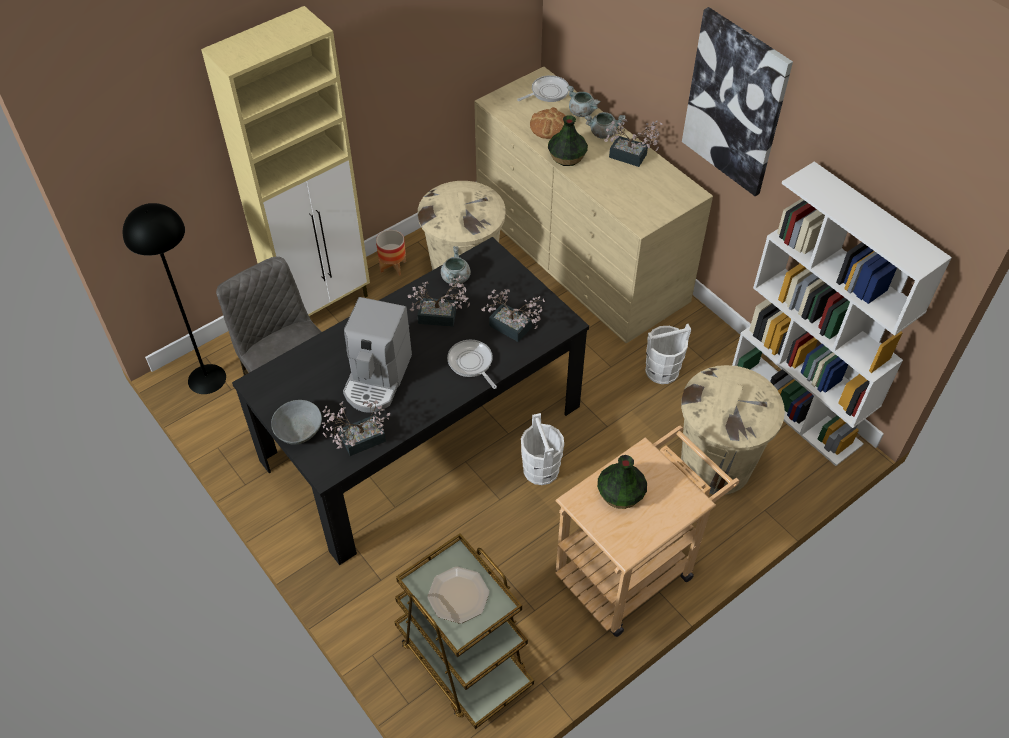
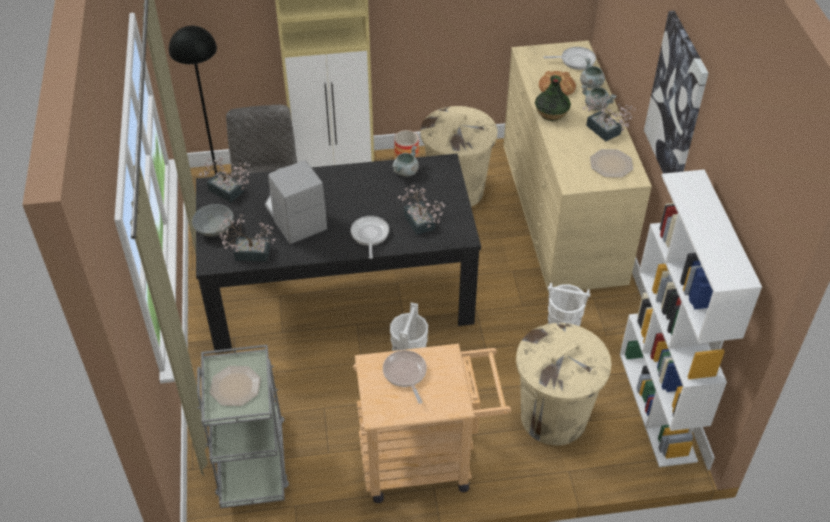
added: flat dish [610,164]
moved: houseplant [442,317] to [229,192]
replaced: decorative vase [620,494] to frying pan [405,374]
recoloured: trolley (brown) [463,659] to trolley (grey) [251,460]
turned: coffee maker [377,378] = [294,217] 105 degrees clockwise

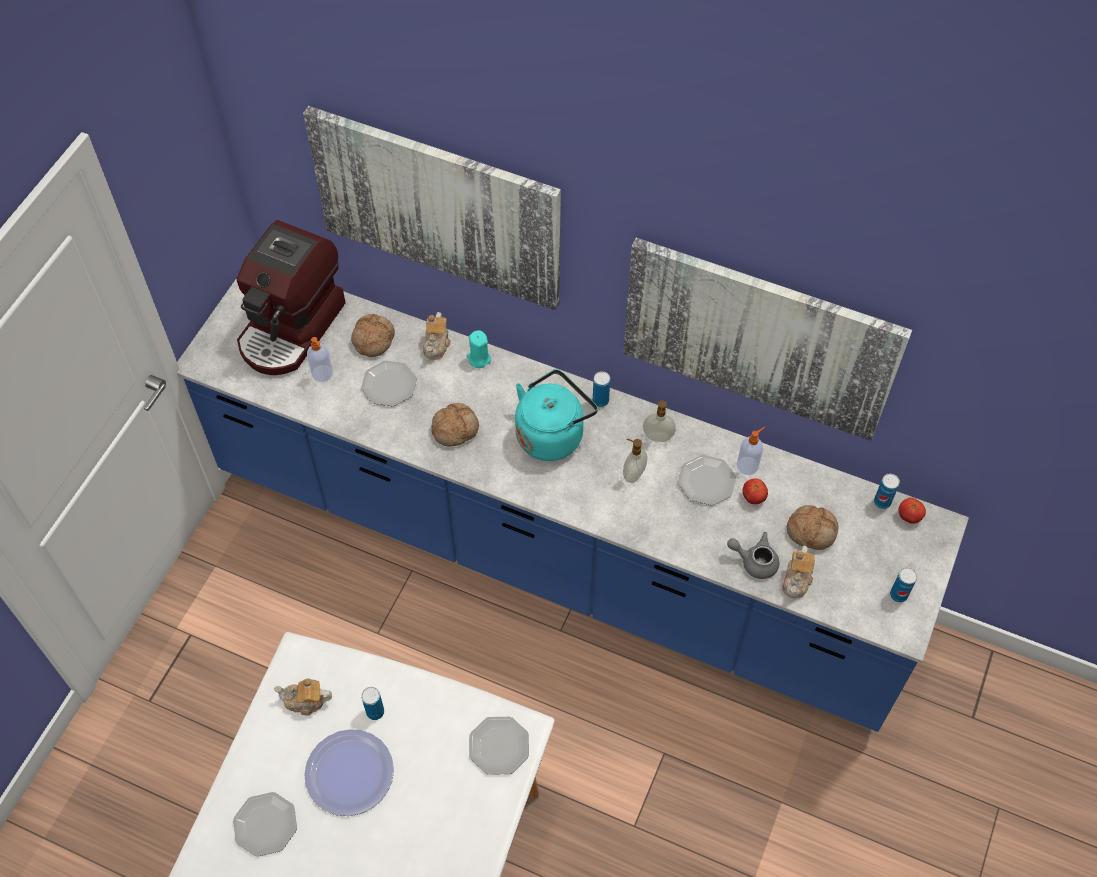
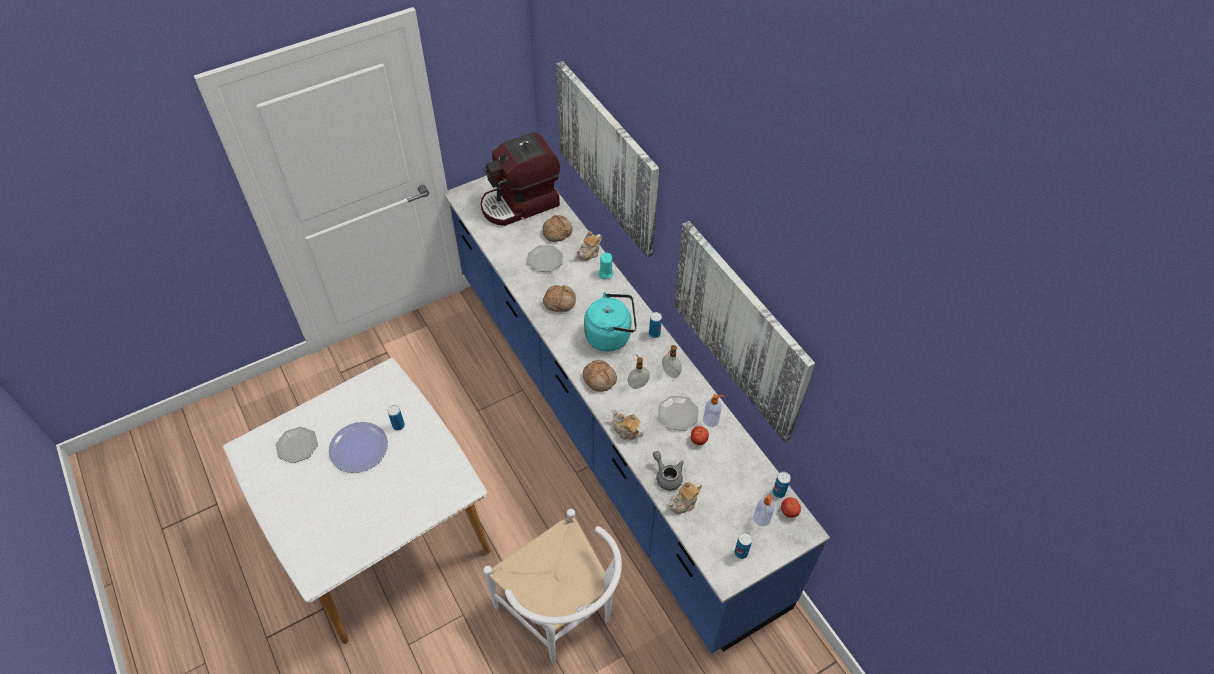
removed: flat dish [498,746]
added: upright chair (white) [562,615]
moved: pot for tea [305,701] to [626,431]; soap bottle [322,374] to [762,519]; bread [812,531] to [600,379]

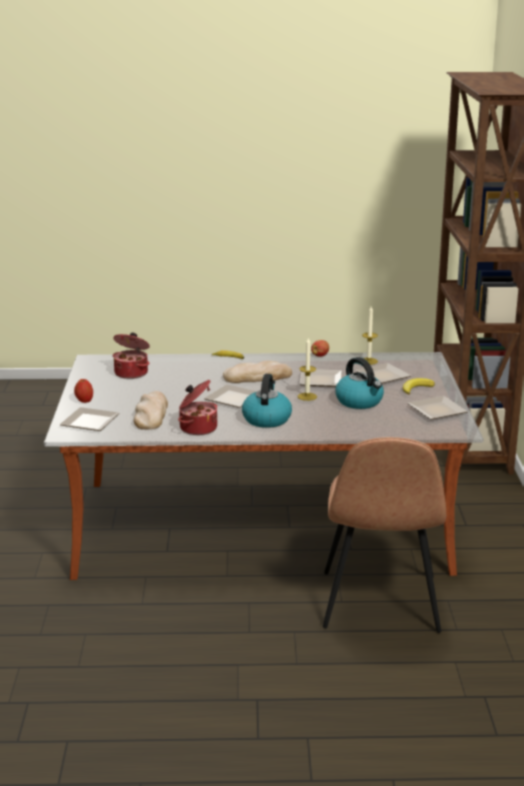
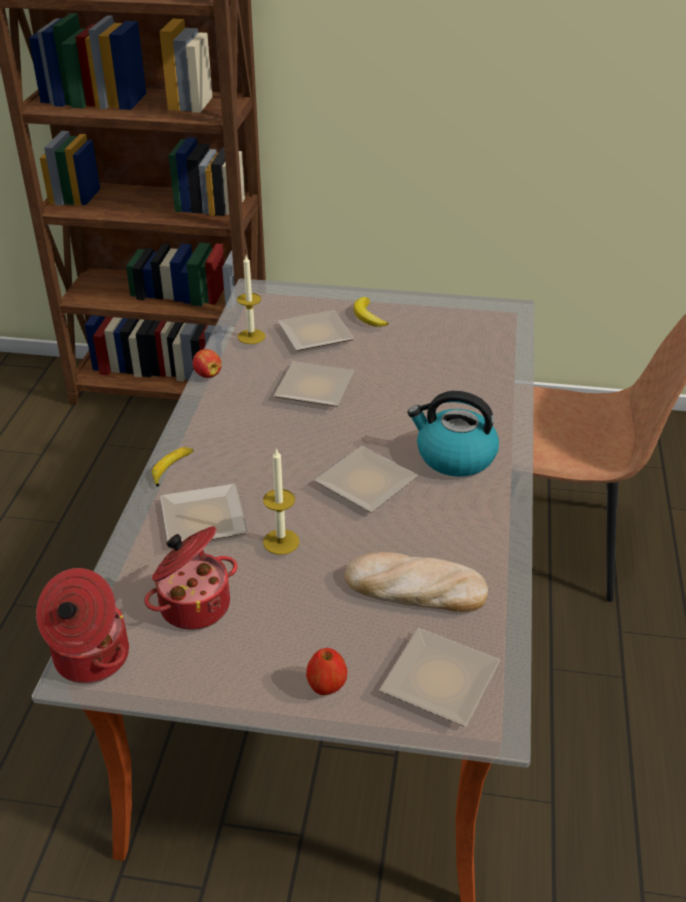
removed: bread [257,377]; kettle [360,401]
moved: stockpot [197,428] to [90,658]; candle [307,396] to [281,542]; flat dish [434,410] to [201,521]

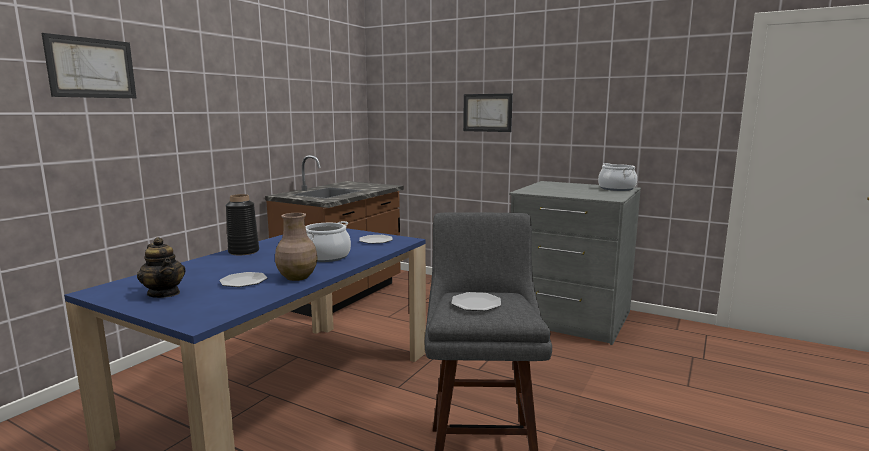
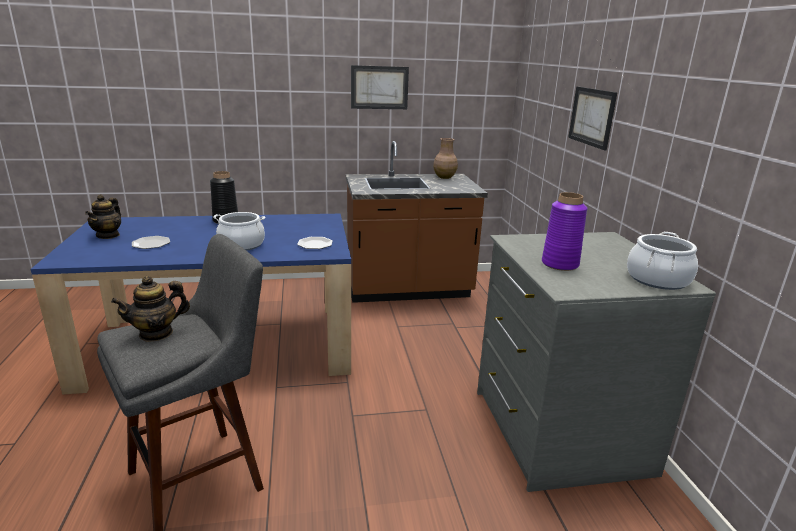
added: decorative vase (purple) [560,264]
moved: picture [91,68] to [379,87]; decorative vase (brown) [296,277] to [444,177]
replaced: flat dish [476,303] to pot for tea [156,333]

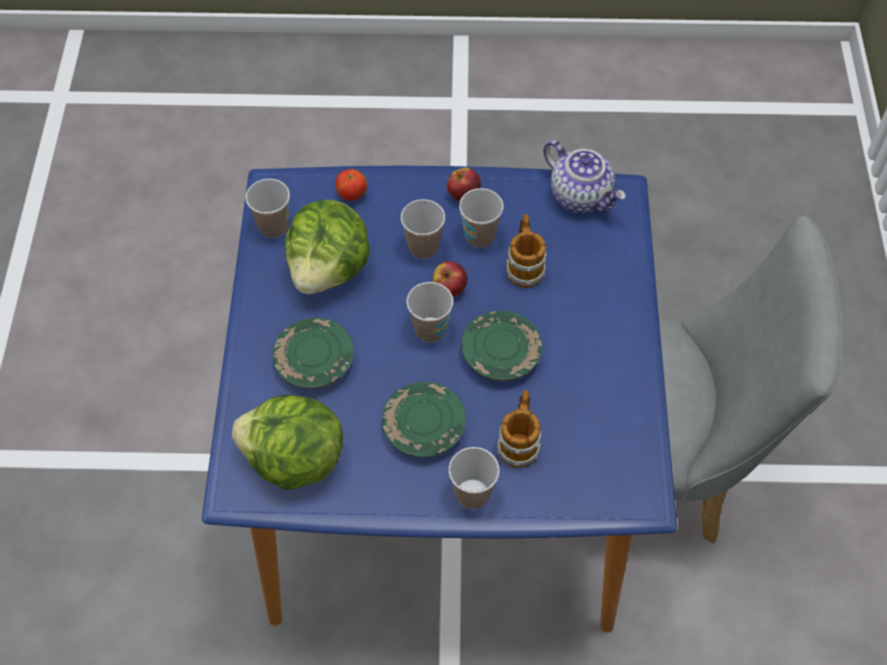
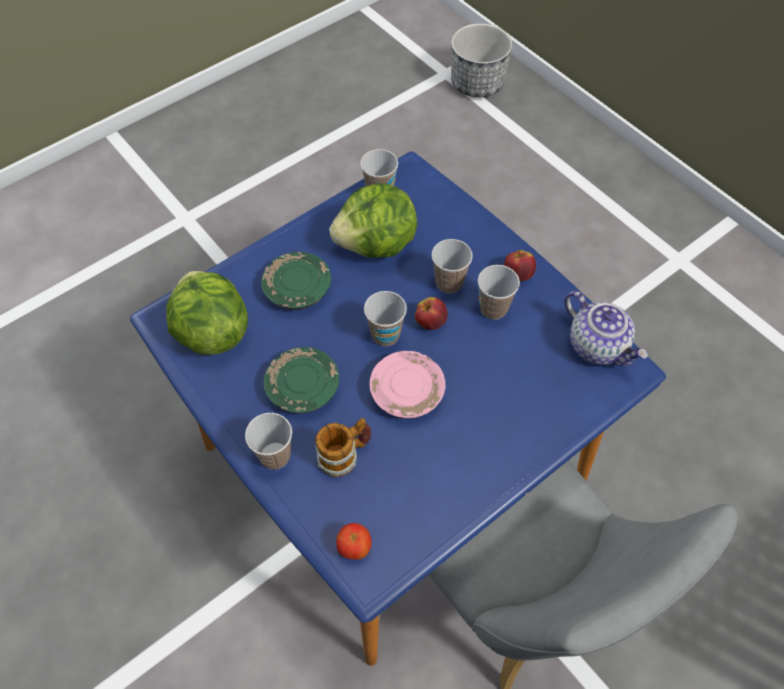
removed: coffee mug [524,265]
added: plant pot [477,84]
moved: apple [352,195] to [354,547]
recoloured: flat dish (greenish) [501,354] to flat dish (pink) [407,391]
turned: pot for tea [581,196] = [598,346] 45 degrees counterclockwise

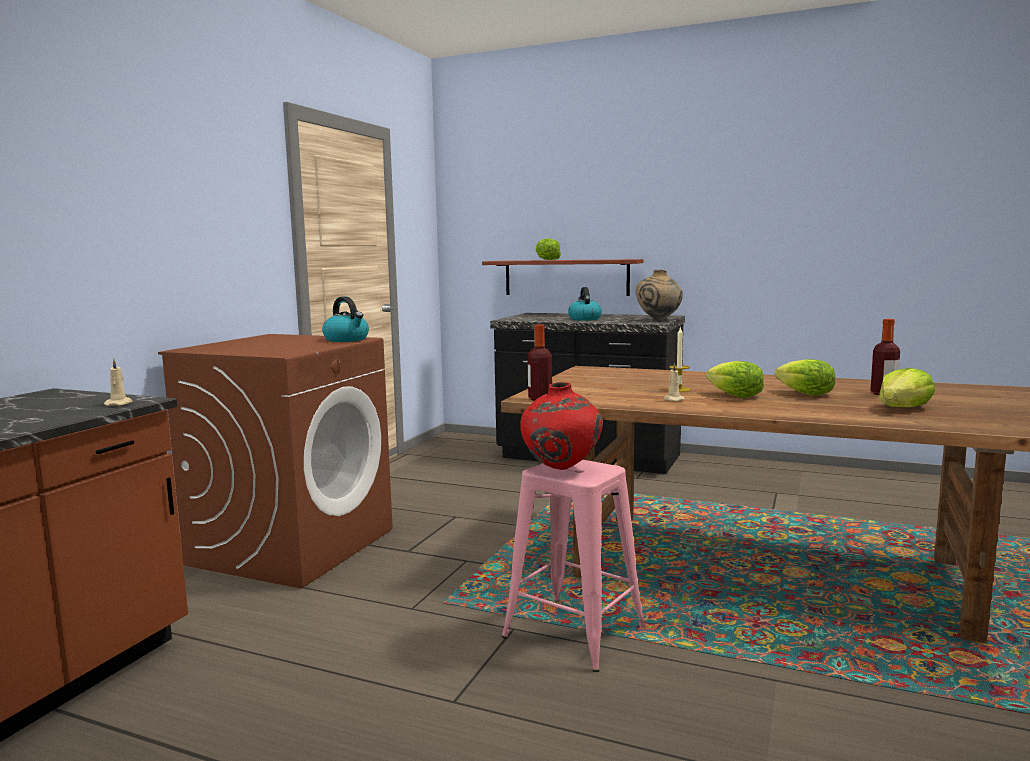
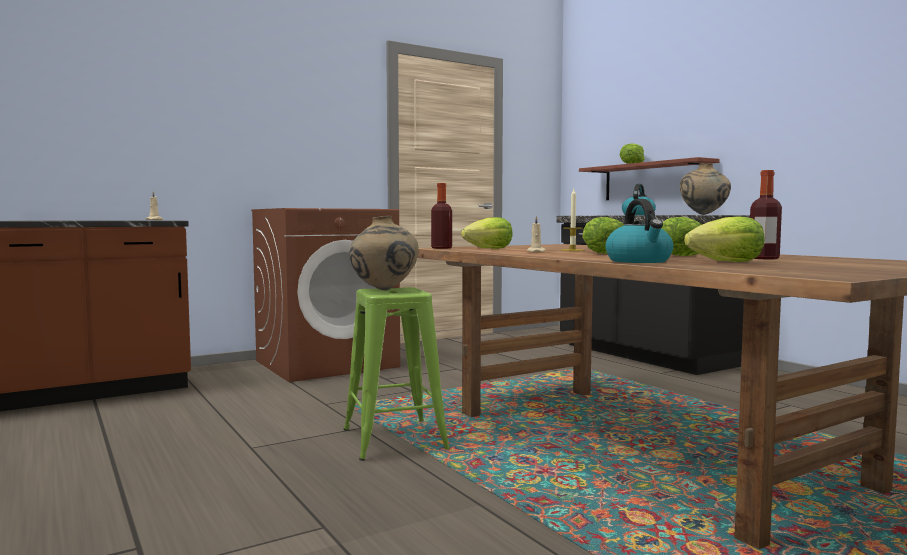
added: head of lettuce [489,249]
moved: kettle [347,340] to [639,261]
recoloured: stool (pink) [575,633] to stool (greenish) [394,440]; decorative vase (red) [562,469] to decorative vase (beige) [384,290]

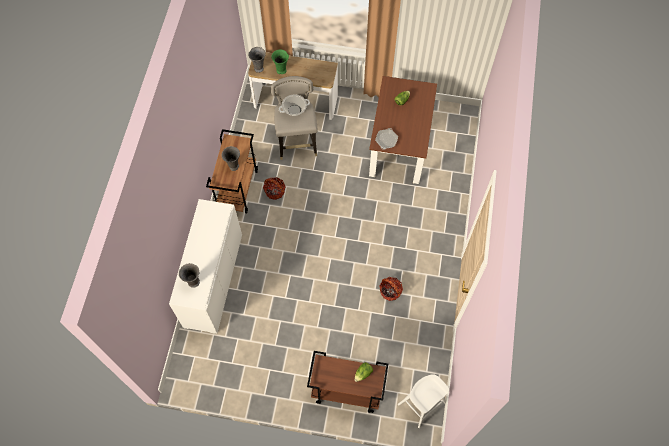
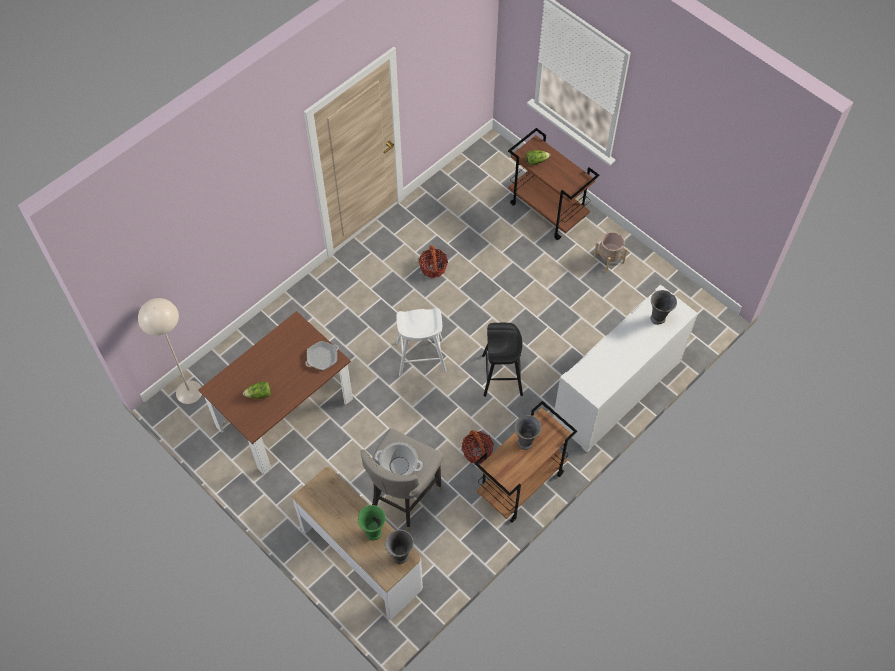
added: standing lamp (beige) [188,392]; stool (black) [502,375]; plant pot (beige) [608,260]
moved: stool (white) [421,403] to [421,357]

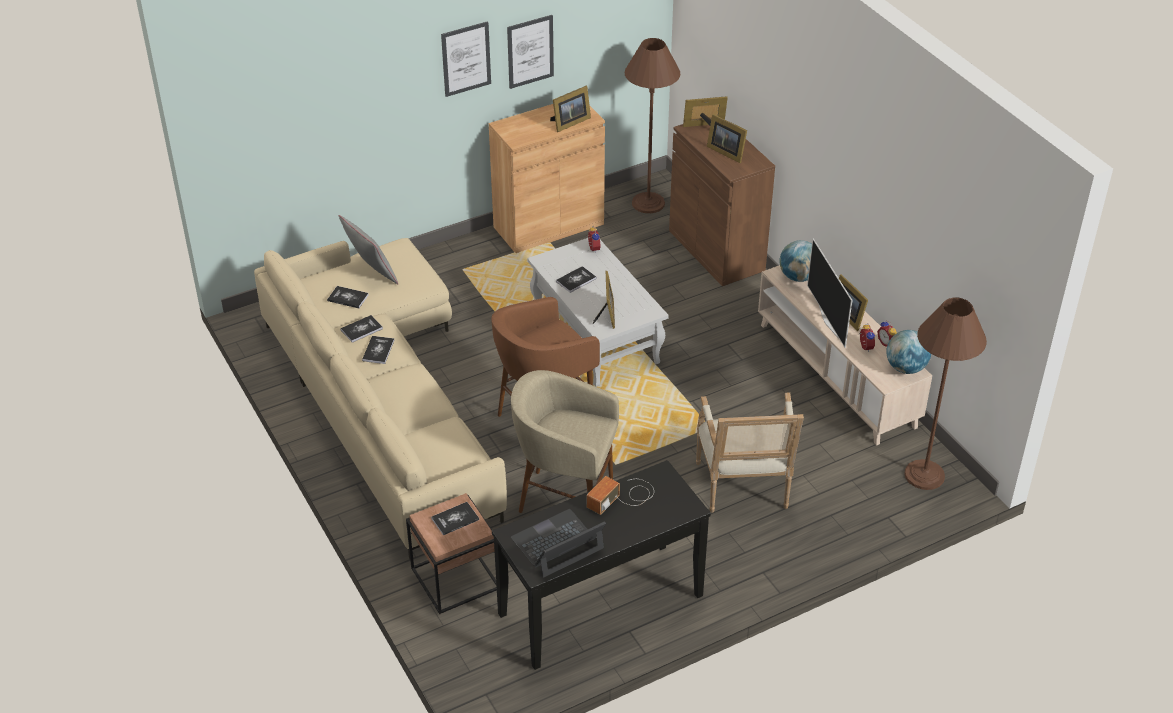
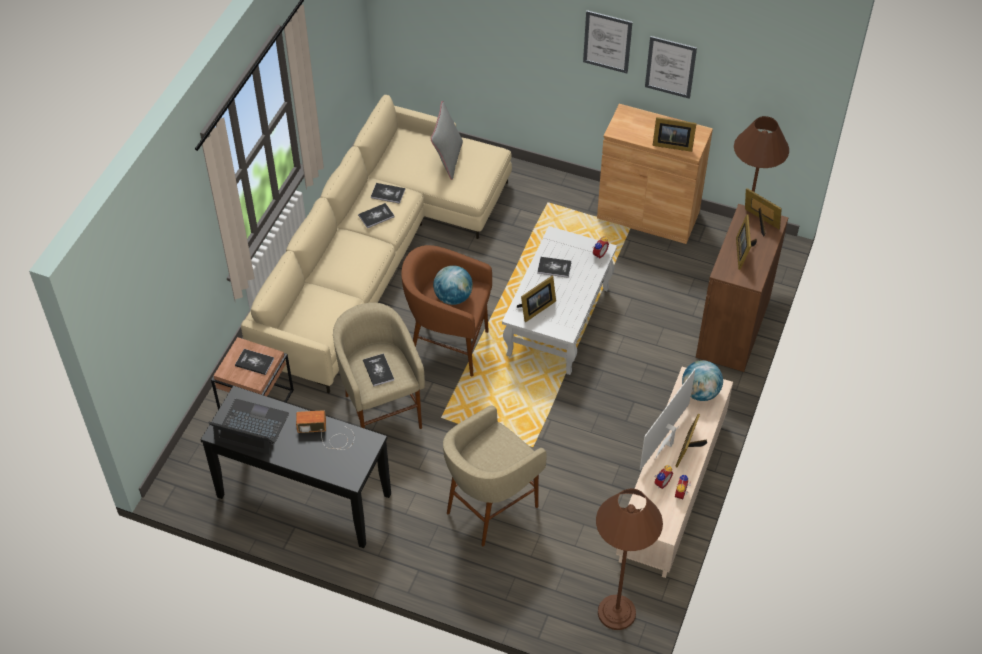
moved: book [348,298] to [378,370]; desk globe [905,368] to [453,297]
replaced: easy chair [745,489] to stool (beige) [490,508]

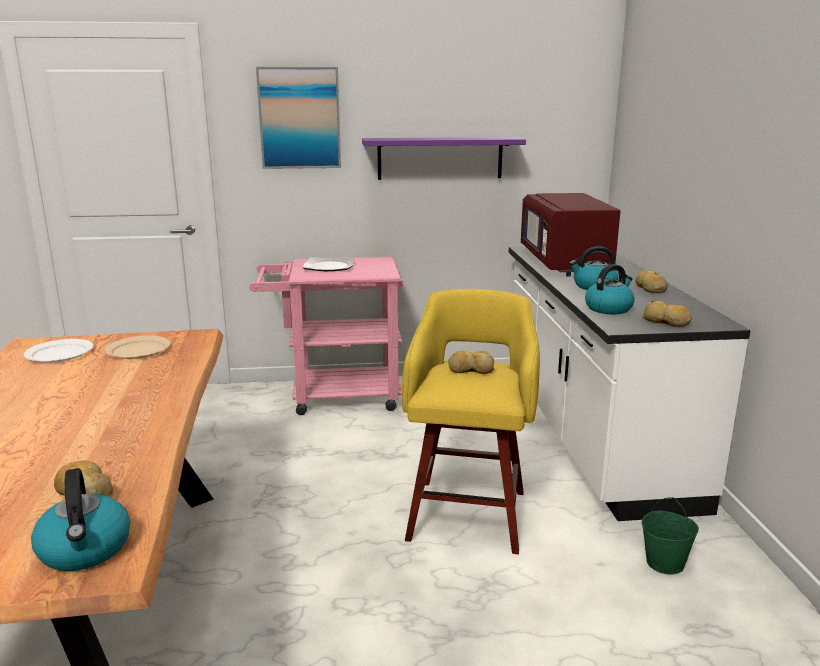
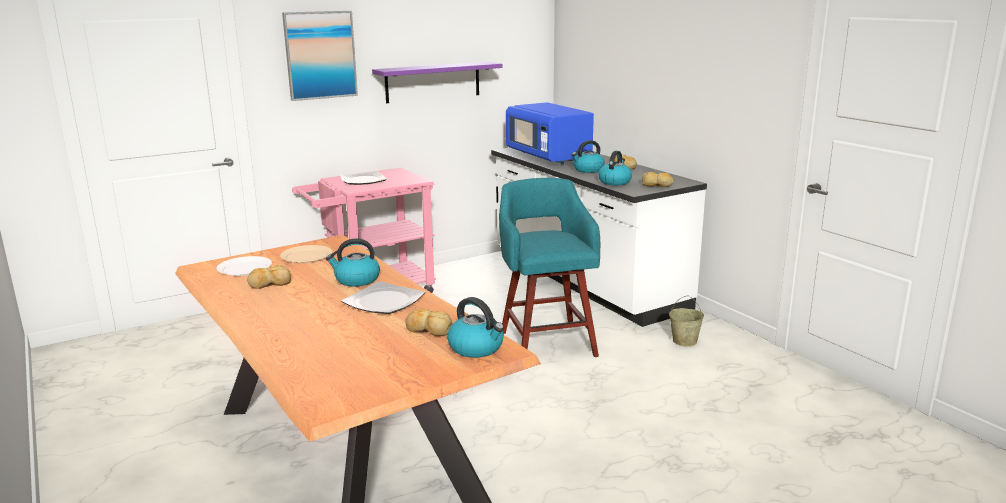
added: kettle [356,280]; flat dish [384,302]
moved: bread [470,369] to [269,284]
recoloured: stool (yellowish) [468,512] to stool (blue-green) [547,342]; microwave (red) [565,263] to microwave (bluish) [549,157]; bucket (greenish) [665,563] to bucket (beige) [685,341]

